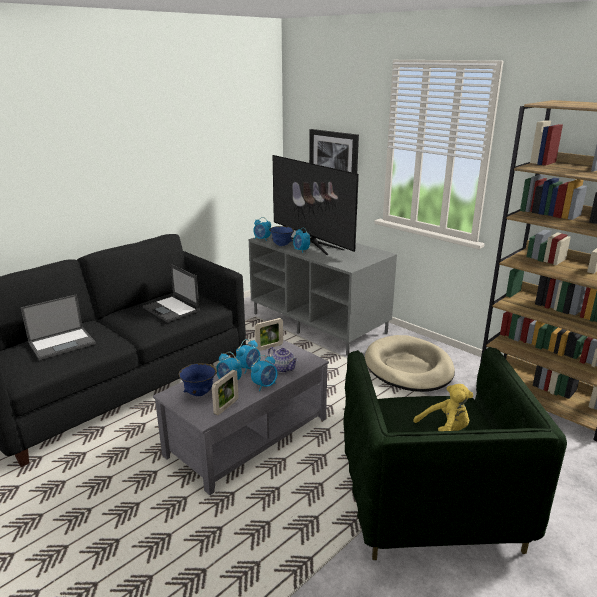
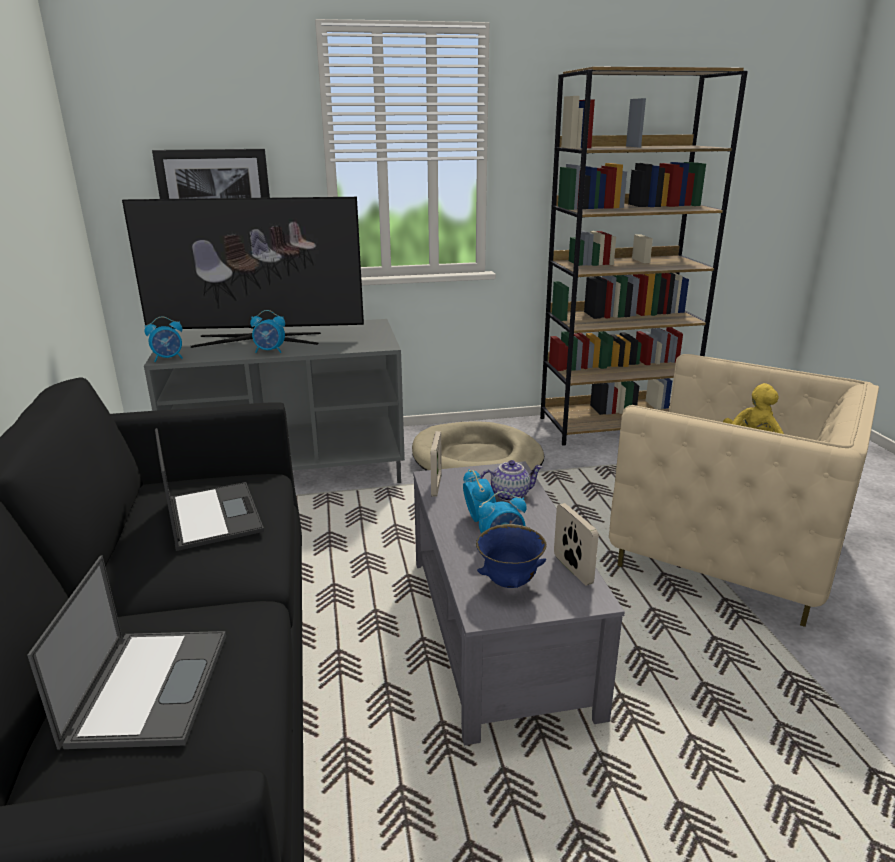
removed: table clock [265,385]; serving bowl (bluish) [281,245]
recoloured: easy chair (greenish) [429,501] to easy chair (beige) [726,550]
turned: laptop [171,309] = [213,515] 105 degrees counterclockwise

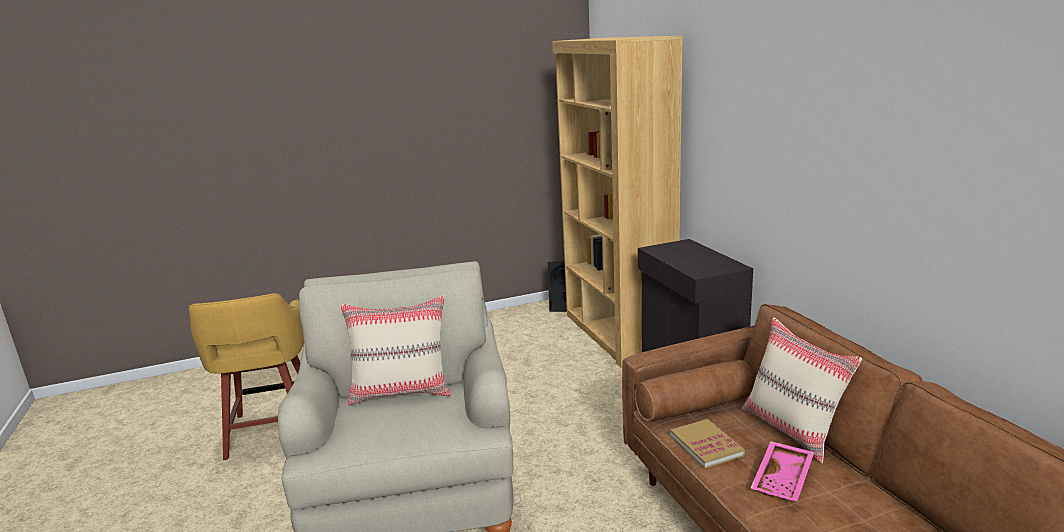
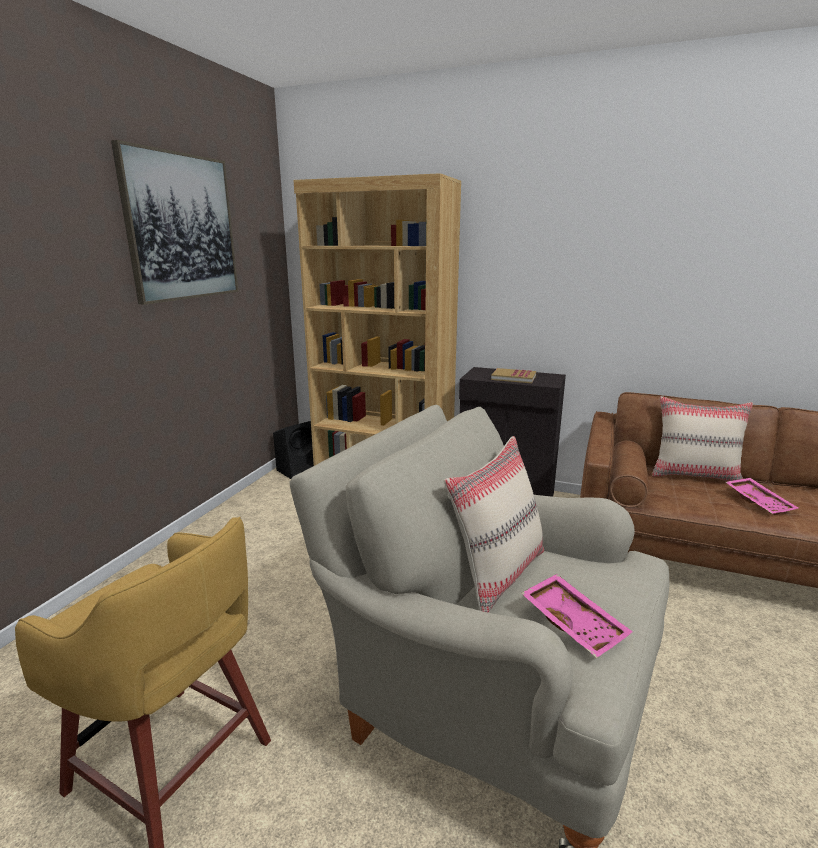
added: picture [181,227]; serving tray (pink) [574,623]
moved: book [706,445] to [513,377]

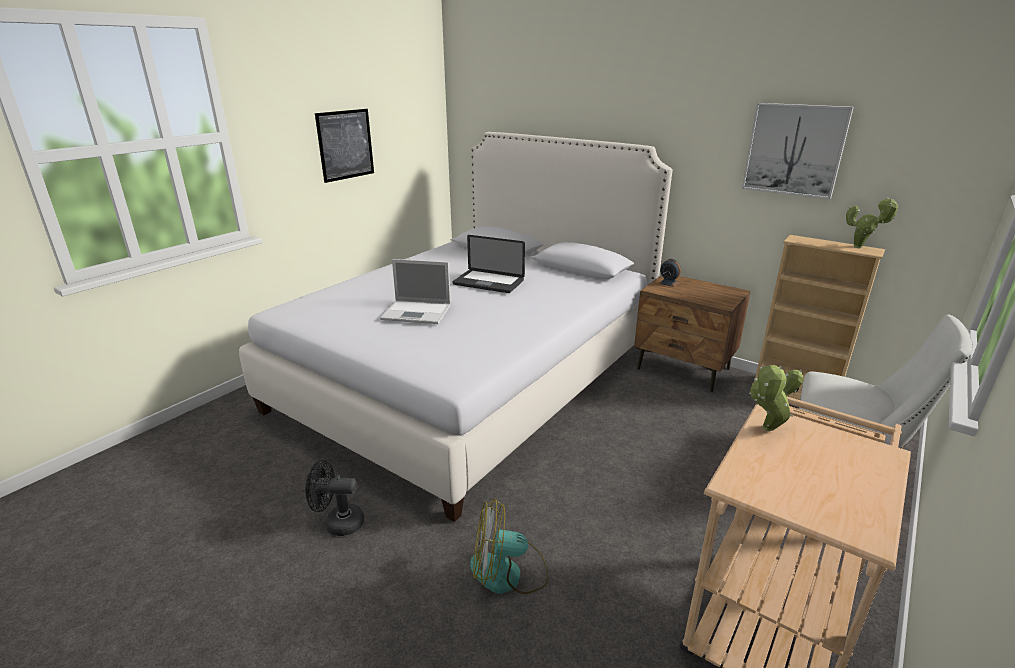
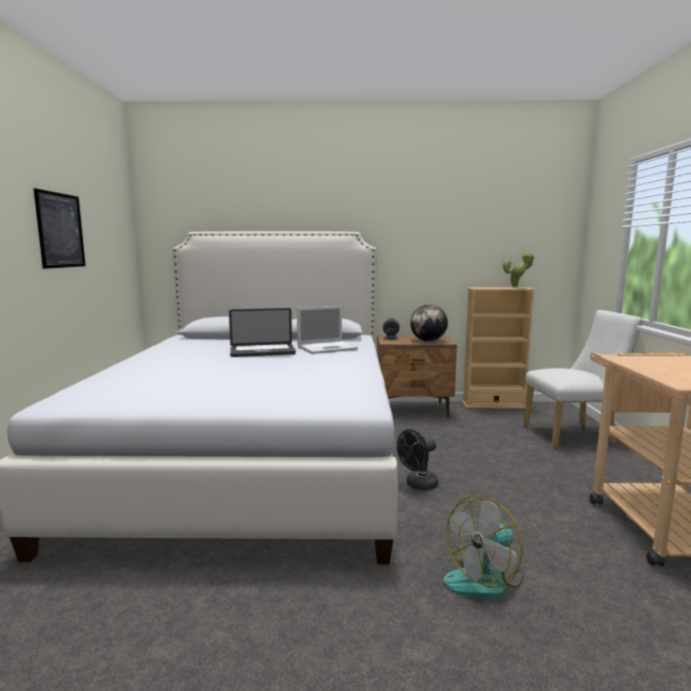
removed: picture [794,150]; houseplant [766,430]
added: desk globe [428,341]
moved: electric fan (black) [338,523] to [418,485]; laptop [418,312] to [328,348]

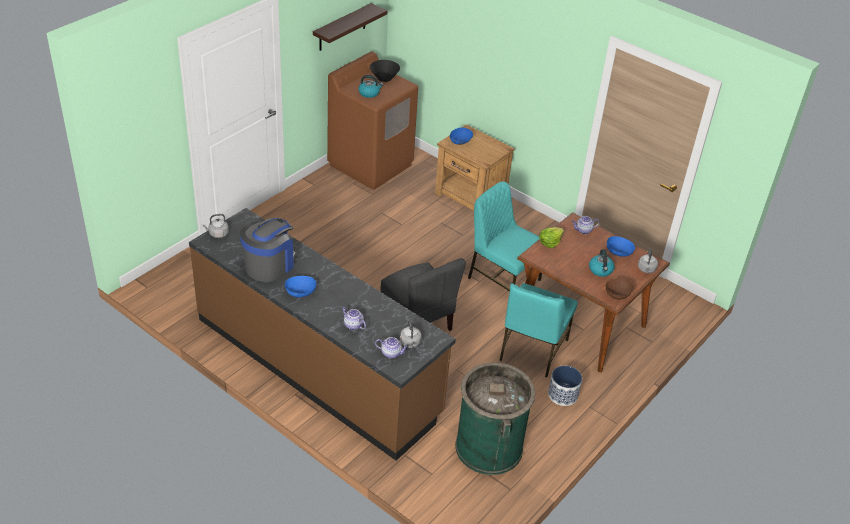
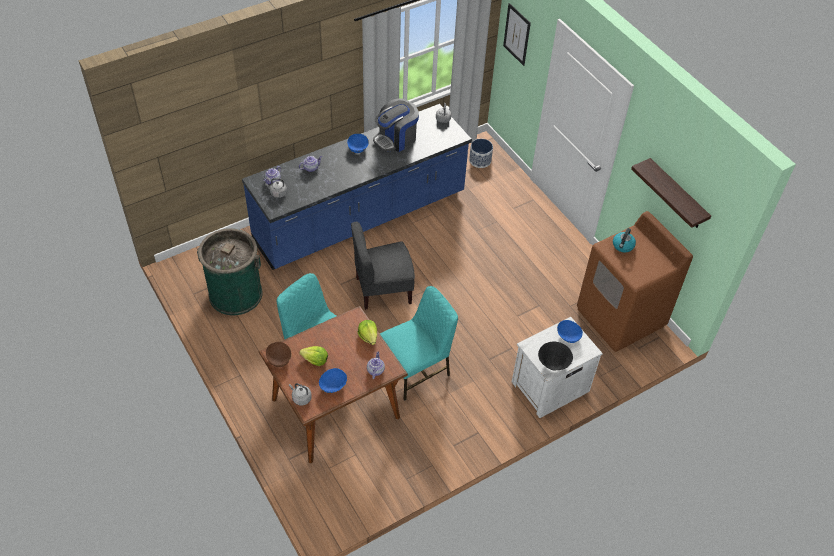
added: picture [517,34]
moved: serving bowl (black) [384,78] to [553,363]; plant pot [563,395] to [480,160]
replaced: kettle [600,270] to head of lettuce [315,360]
recoloured: kitchen base unit (brown) [317,366] to kitchen base unit (bluish) [360,218]; bedside table (brown) [470,196] to bedside table (white) [549,386]
turned: coffee maker [269,265] = [396,139] 90 degrees clockwise

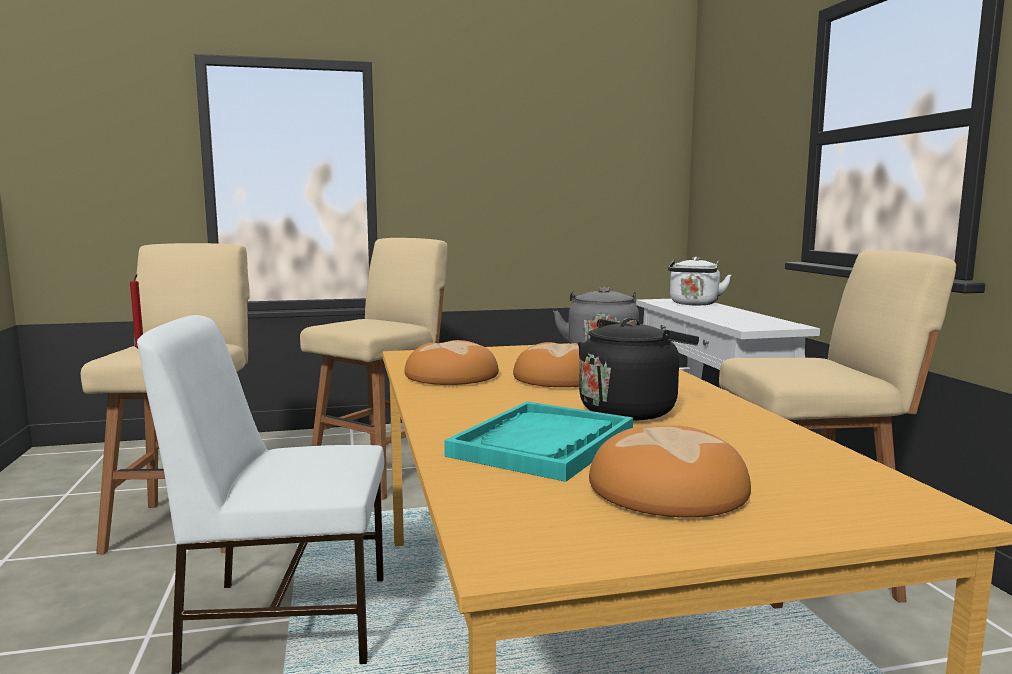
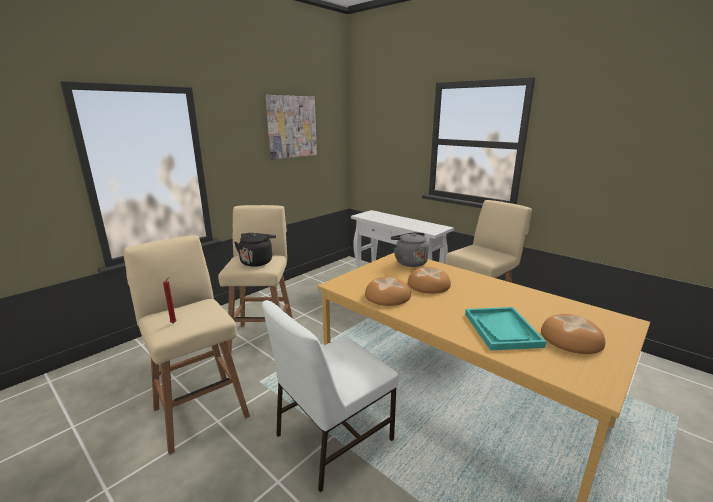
removed: kettle (white) [694,304]
added: picture [291,127]
moved: kettle (black) [631,410] to [257,261]

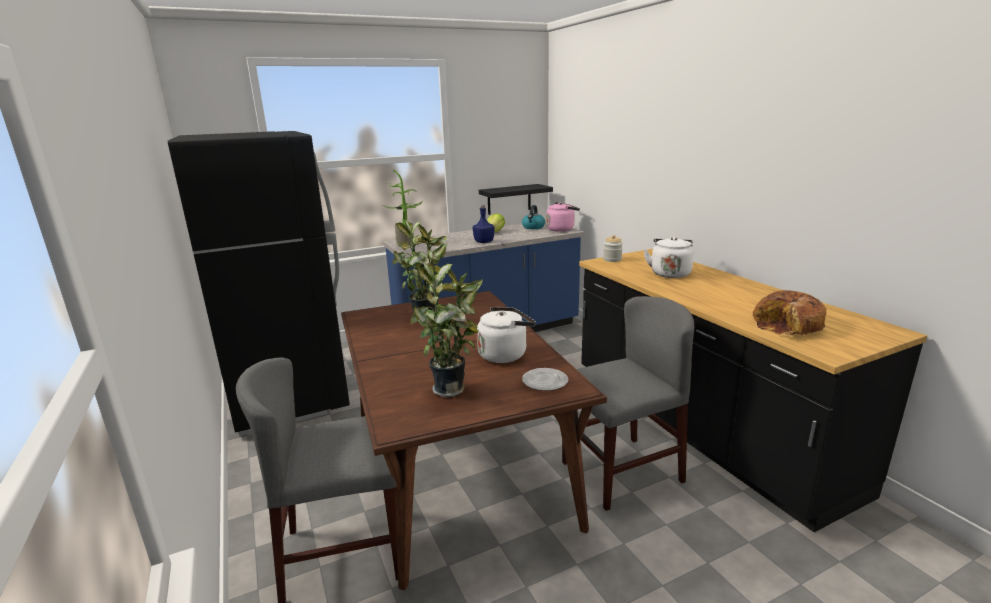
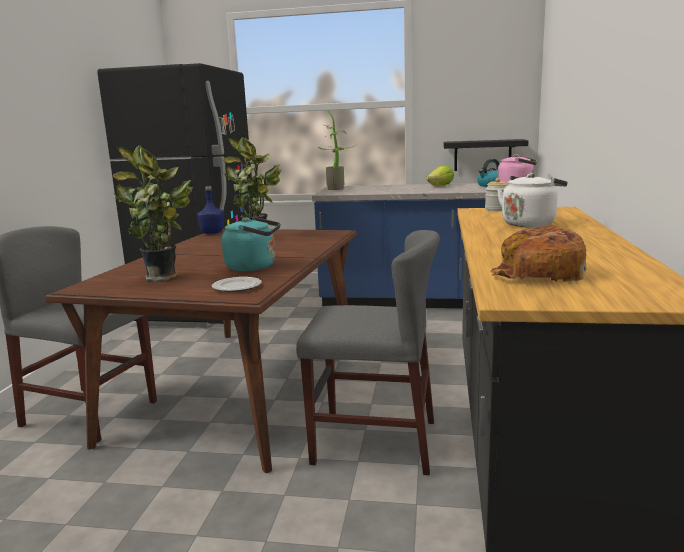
moved: drink bottle (bluish) [484,242] to [212,233]
recoloured: kettle (white) [505,354] to kettle (blue-green) [254,267]

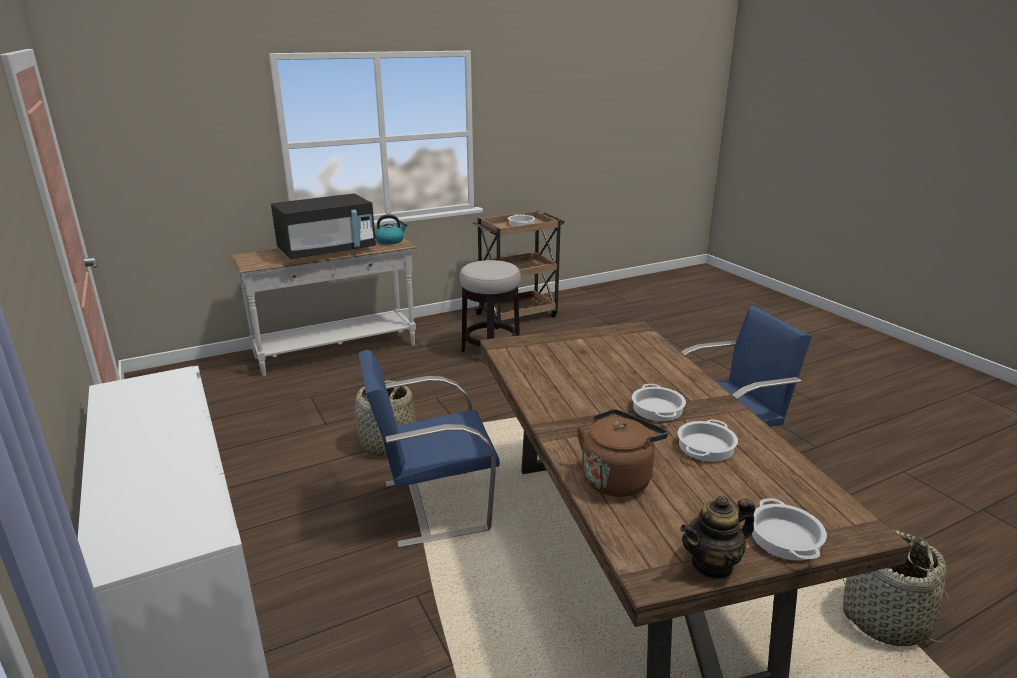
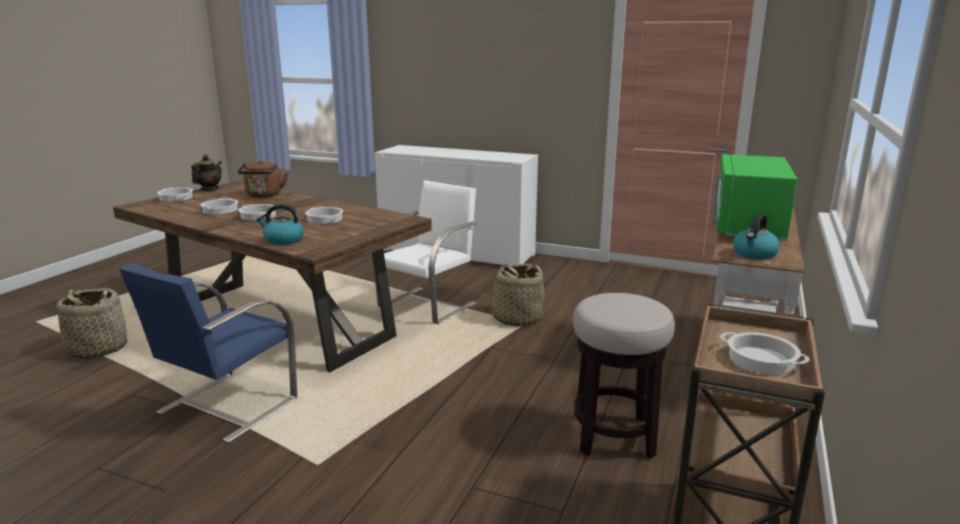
added: kettle [283,240]; stockpot [325,219]
recoloured: microwave (black) [327,251] to microwave (greenish) [747,227]; upright chair (bluish) [433,505] to upright chair (white) [429,305]

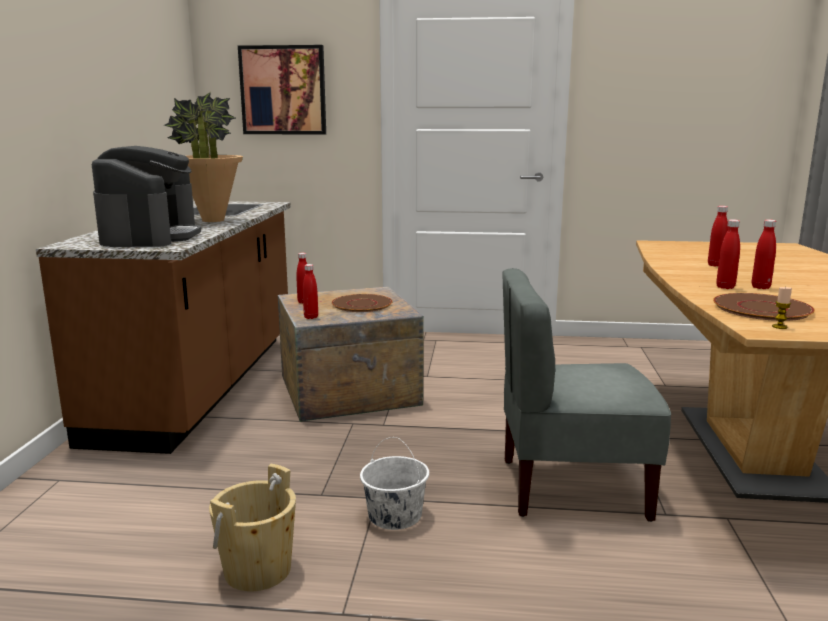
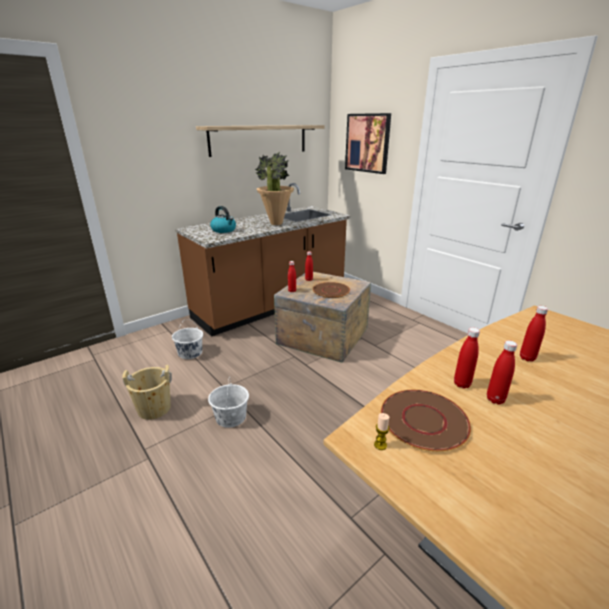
removed: upright chair (grey) [571,487]
added: bucket (white) [190,353]; shelf [259,139]
replaced: coffee maker [150,236] to kettle [224,230]

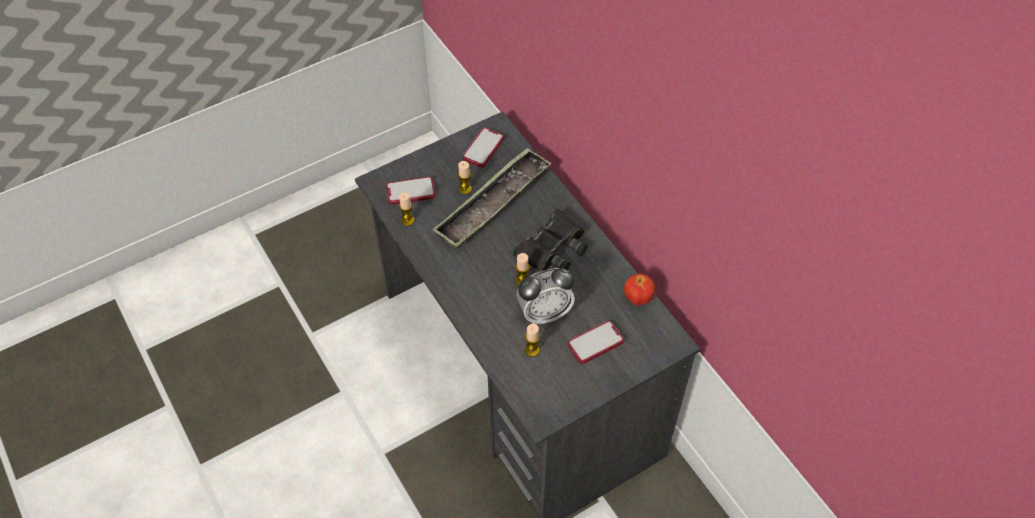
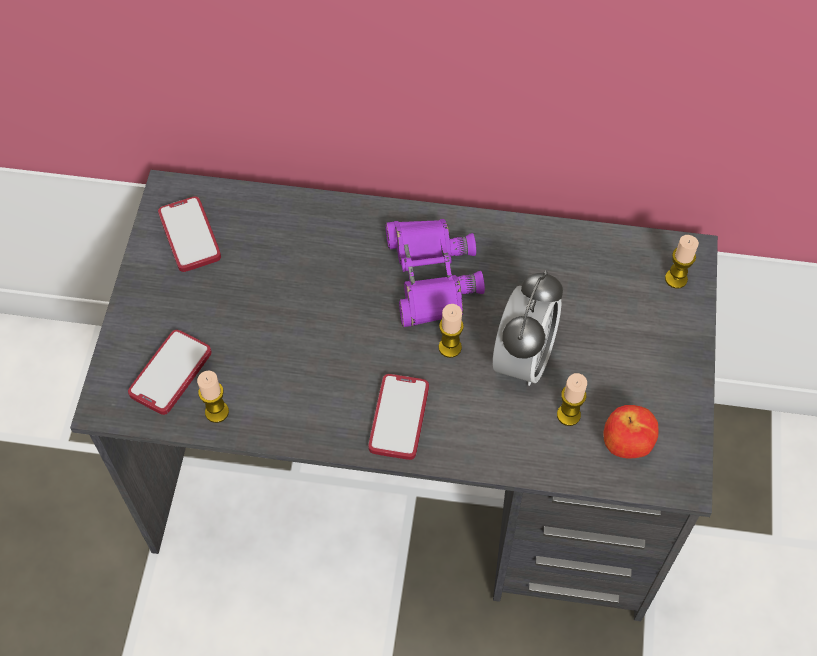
removed: serving tray [493,203]
moved: candle [465,189] to [676,279]; phone [595,343] to [399,417]; apple [637,299] to [625,446]
recoloured: field glasses (black) [552,248] to field glasses (purple) [430,276]

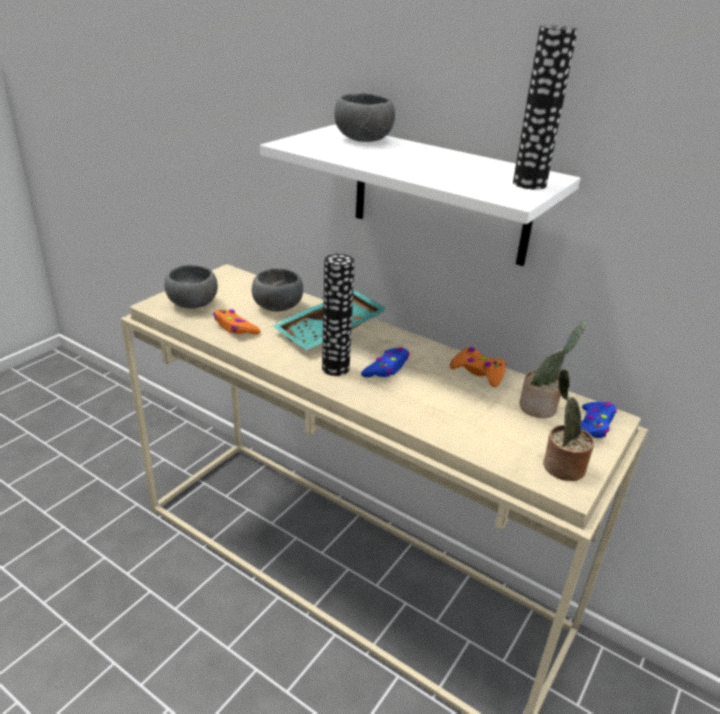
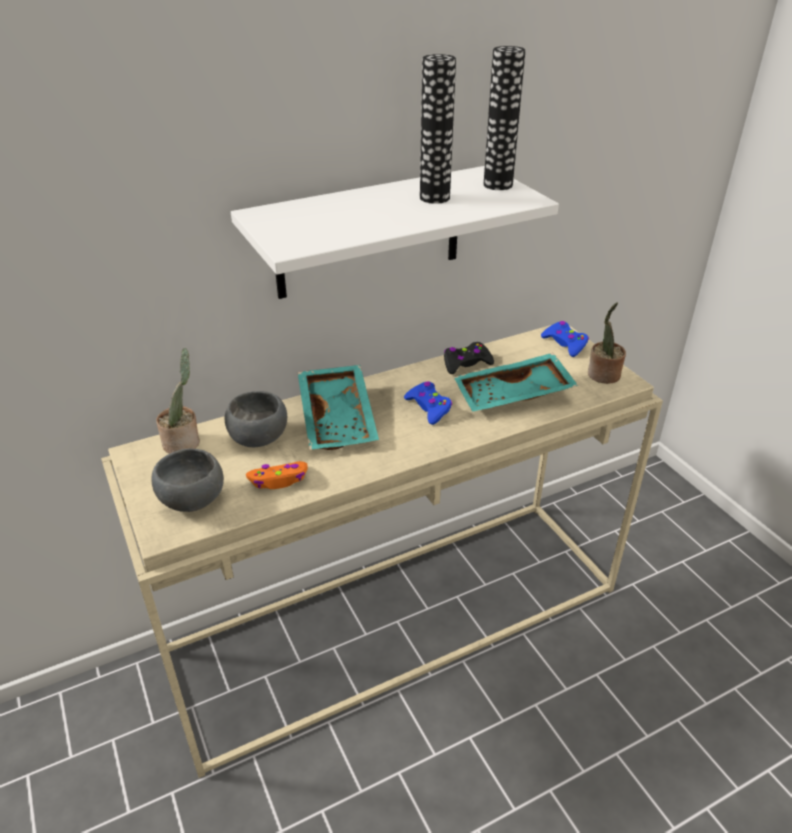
removed: serving bowl (grey) [362,140]
added: serving tray (blue-green) [513,396]
moved: decorative vase [335,368] to [434,198]; houseplant [540,408] to [184,442]
recoloured: joypad (orangey) [478,372] to joypad (black) [466,363]

